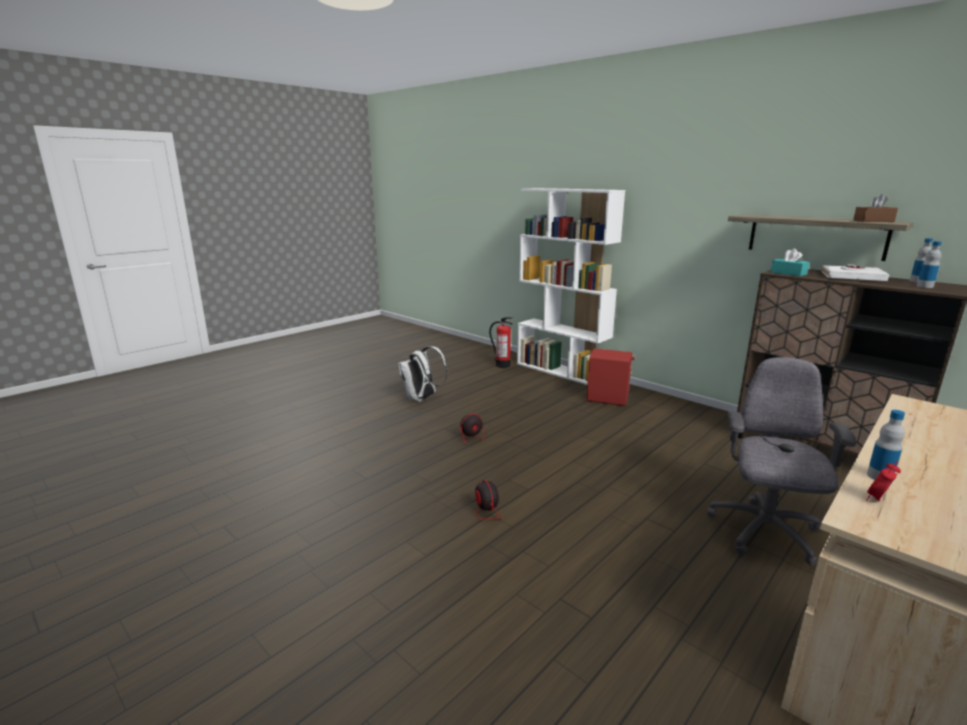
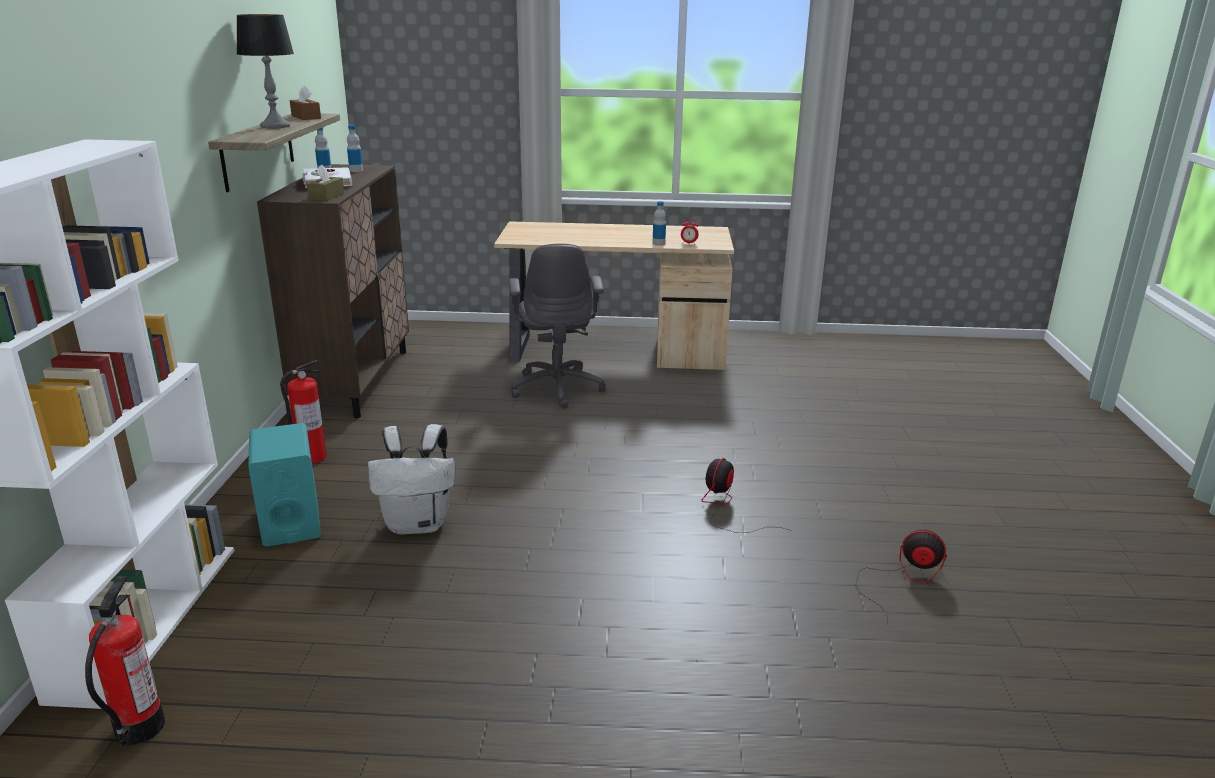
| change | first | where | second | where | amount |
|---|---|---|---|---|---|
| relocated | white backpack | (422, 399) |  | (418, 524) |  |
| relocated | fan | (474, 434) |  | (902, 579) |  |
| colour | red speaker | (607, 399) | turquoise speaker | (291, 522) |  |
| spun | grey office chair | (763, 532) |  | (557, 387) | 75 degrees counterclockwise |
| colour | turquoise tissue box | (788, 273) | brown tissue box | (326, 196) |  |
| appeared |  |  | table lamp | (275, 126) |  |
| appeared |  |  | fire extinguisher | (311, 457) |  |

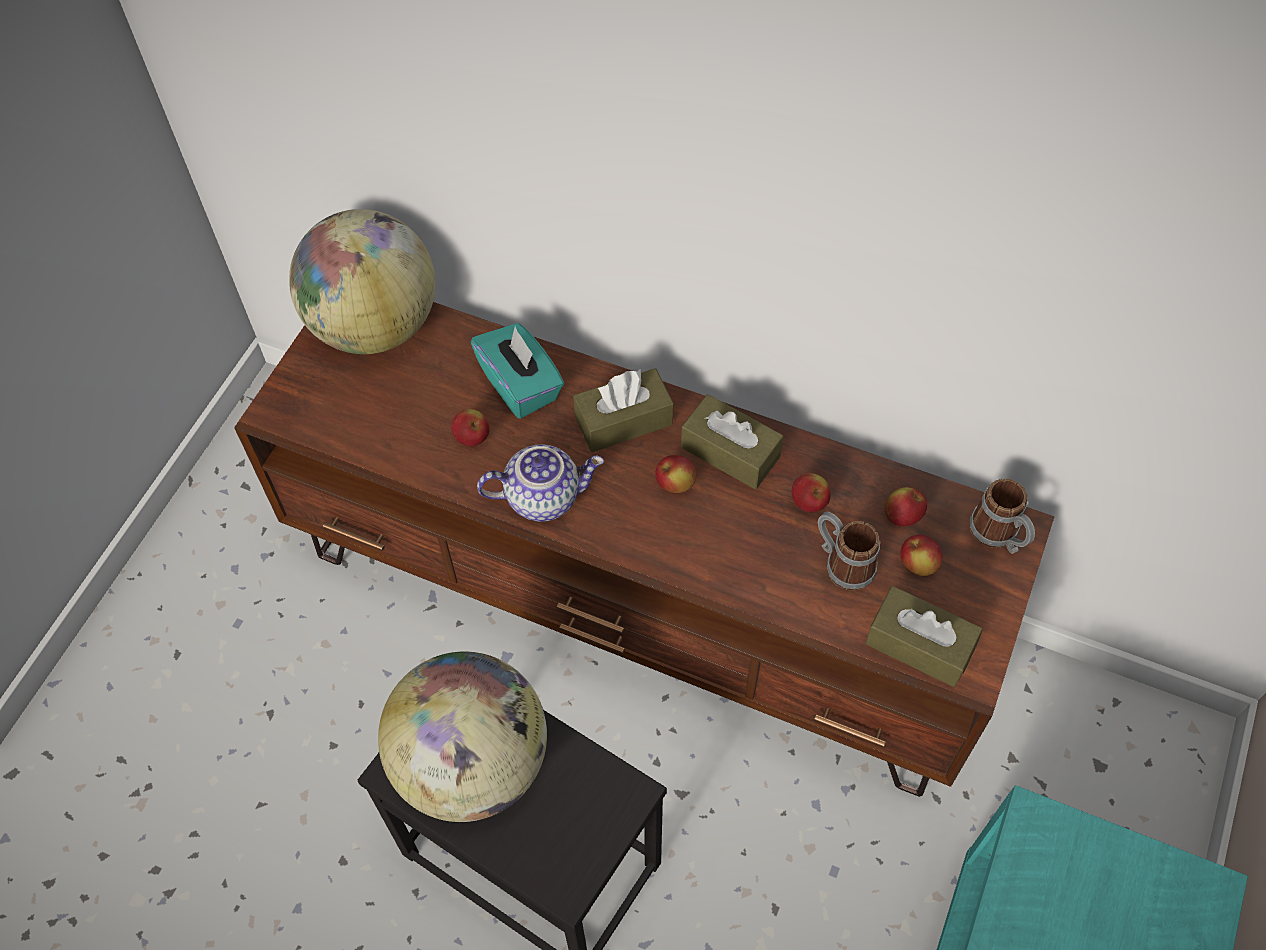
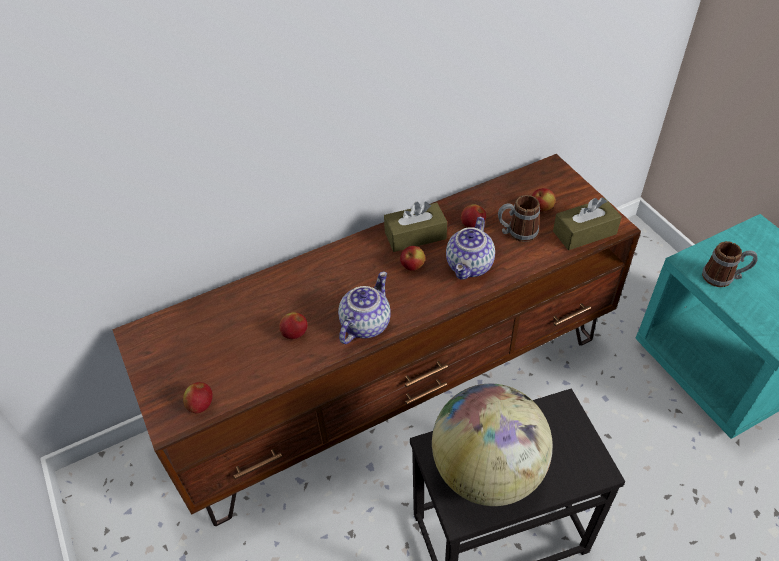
| change | first | where | second | where | amount |
|---|---|---|---|---|---|
| missing | globe | (374, 325) |  |  |  |
| missing | turquoise tissue box | (521, 385) |  |  |  |
| missing | brown tissue box | (623, 420) |  |  |  |
| relocated | apple | (902, 516) |  | (201, 405) |  |
| relocated | mug | (999, 536) |  | (723, 277) |  |
| appeared |  |  | teapot | (470, 266) |  |

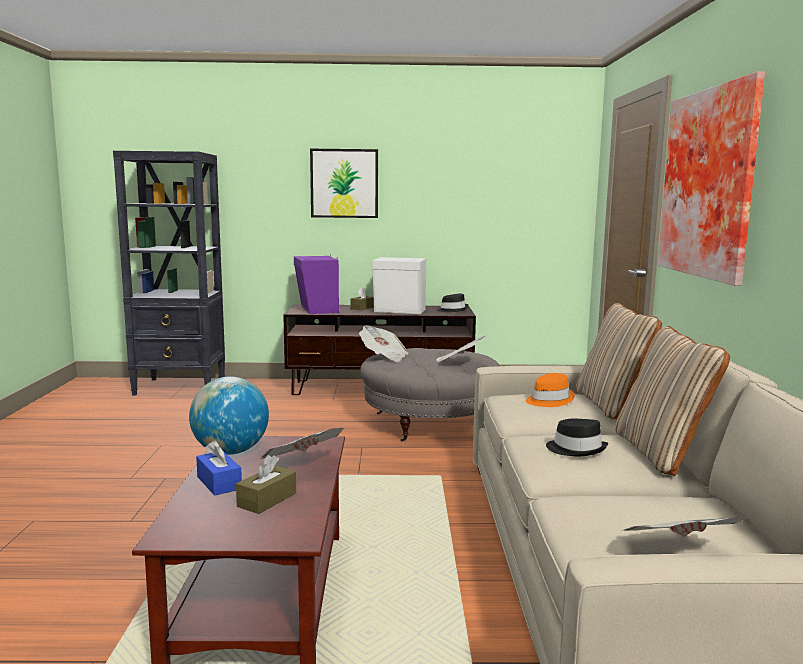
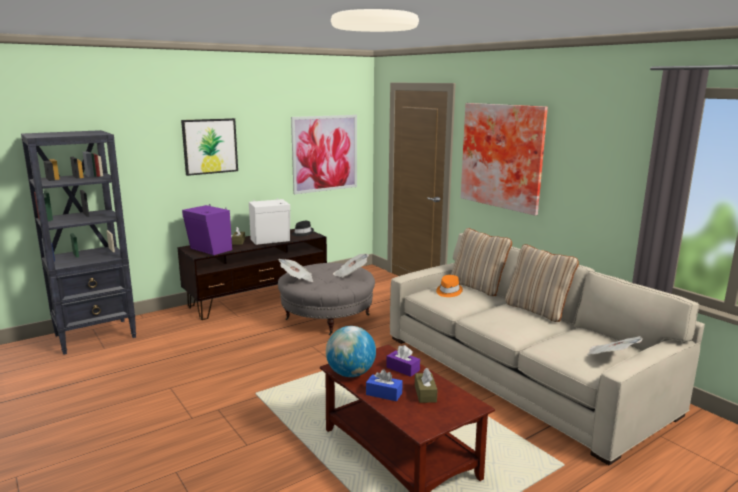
| change | first | where | second | where | amount |
|---|---|---|---|---|---|
| exchanged | newspaper | (301, 465) | purple tissue box | (403, 369) |  |
| missing | black hat | (576, 449) |  |  |  |
| appeared |  |  | picture | (325, 153) |  |

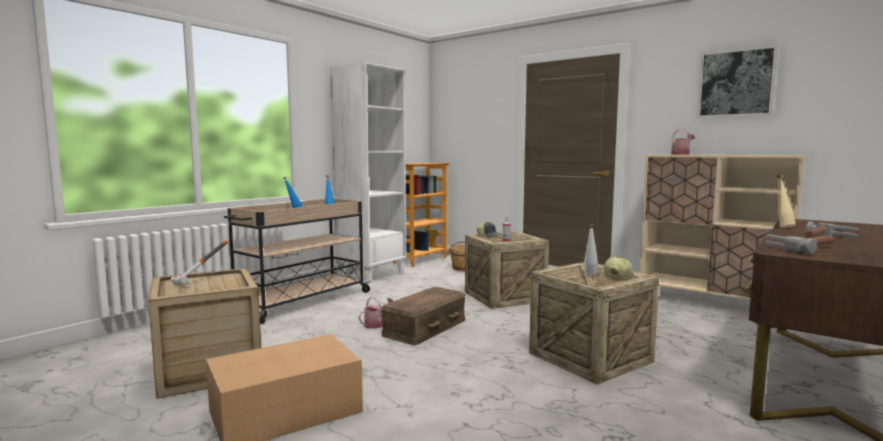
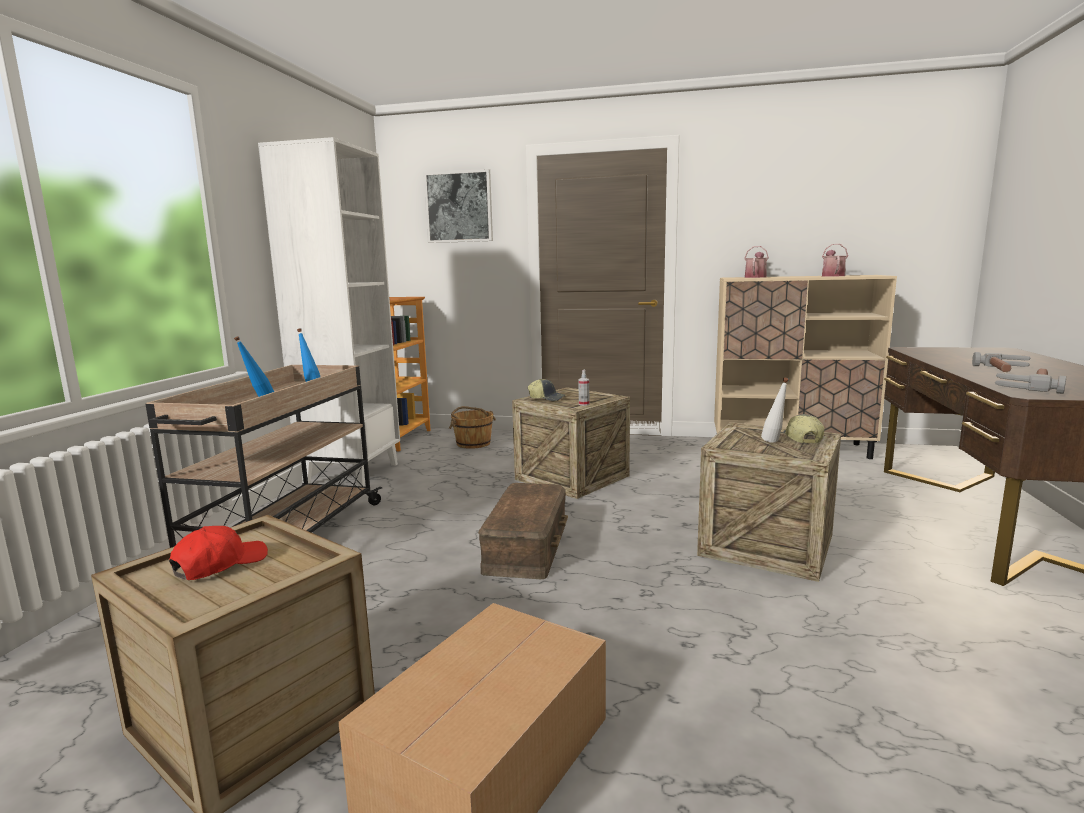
| change | first | where | second | where | amount |
|---|---|---|---|---|---|
| exchanged | hammer | (201, 282) | red cap | (220, 564) |  |
| relocated | watering can | (376, 324) |  | (832, 276) |  |
| relocated | picture | (736, 83) |  | (459, 207) |  |
| missing | beige bottle | (782, 227) |  |  |  |

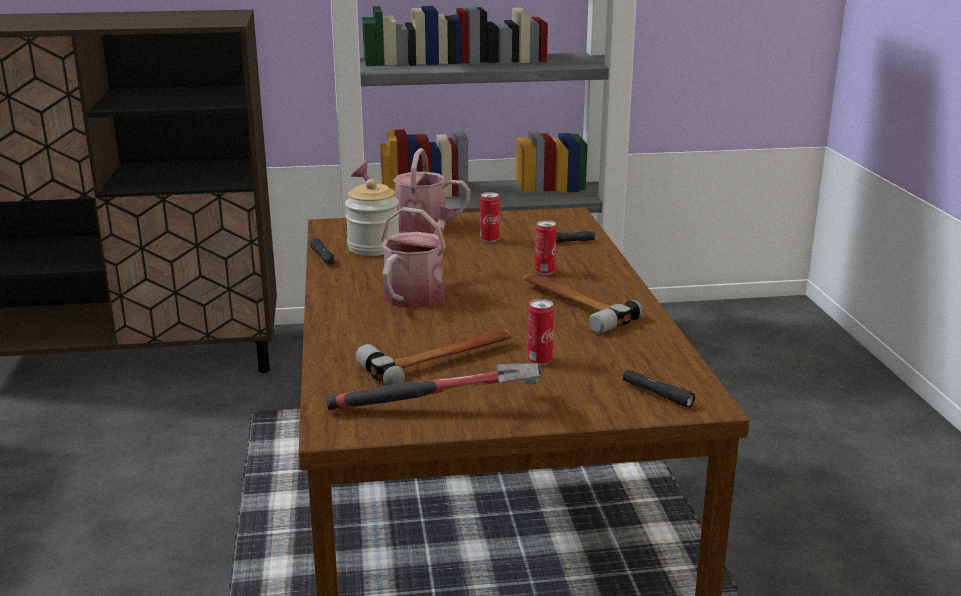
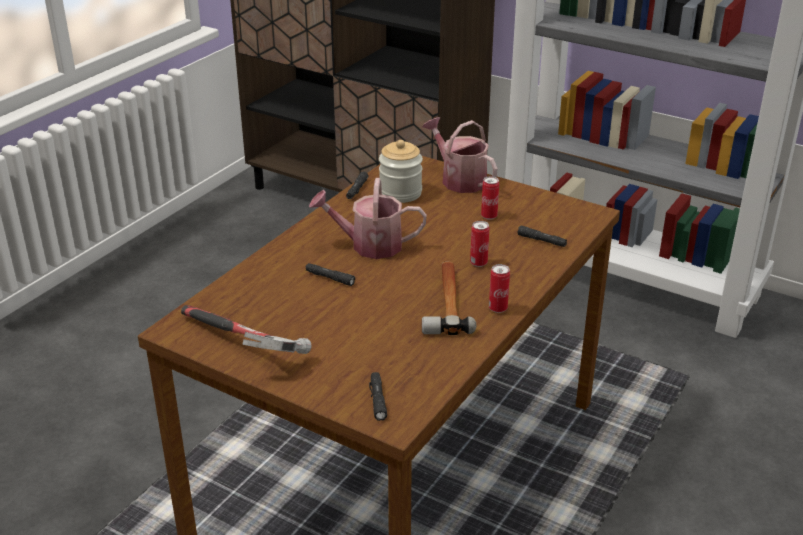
| change | first | where | second | where | amount |
|---|---|---|---|---|---|
| missing | hammer | (441, 360) |  |  |  |
| spun | watering can | (419, 292) |  | (369, 245) | 150 degrees counterclockwise |
| relocated | can | (539, 361) |  | (498, 308) |  |
| appeared |  |  | black flashlight | (329, 278) |  |

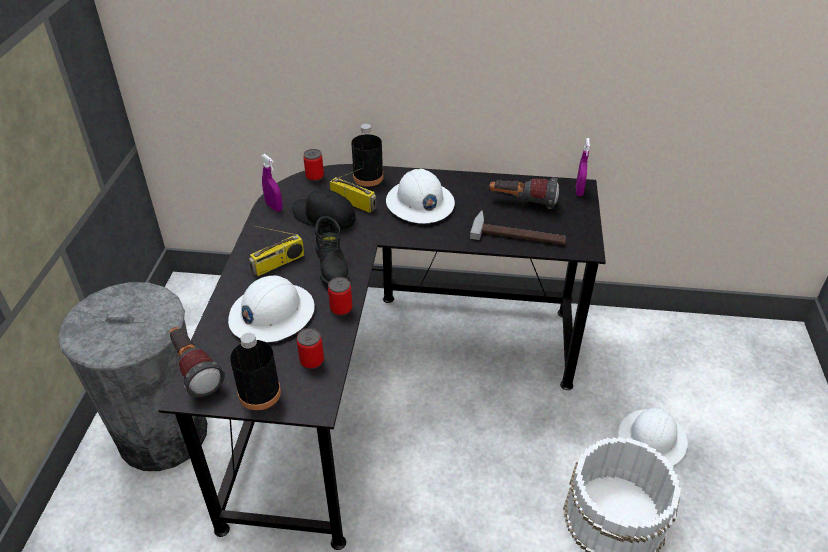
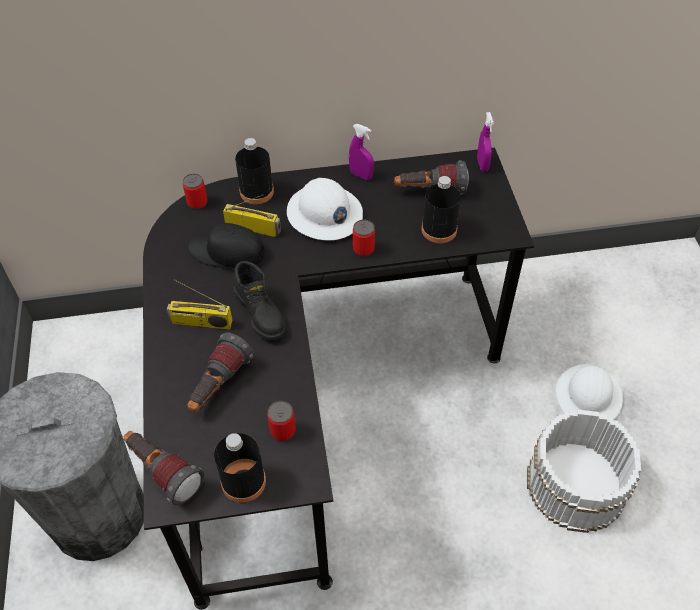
| change | first | where | second | where | amount |
|---|---|---|---|---|---|
| exchanged | white hard hat | (271, 314) | flashlight | (218, 386) |  |
| spun | radio | (278, 264) |  | (201, 322) | 60 degrees clockwise |
| relocated | purple spray bottle | (274, 207) |  | (361, 175) |  |
| relocated | can | (341, 308) |  | (363, 249) |  |
| exchanged | hammer | (519, 233) | black bottle | (439, 230) |  |

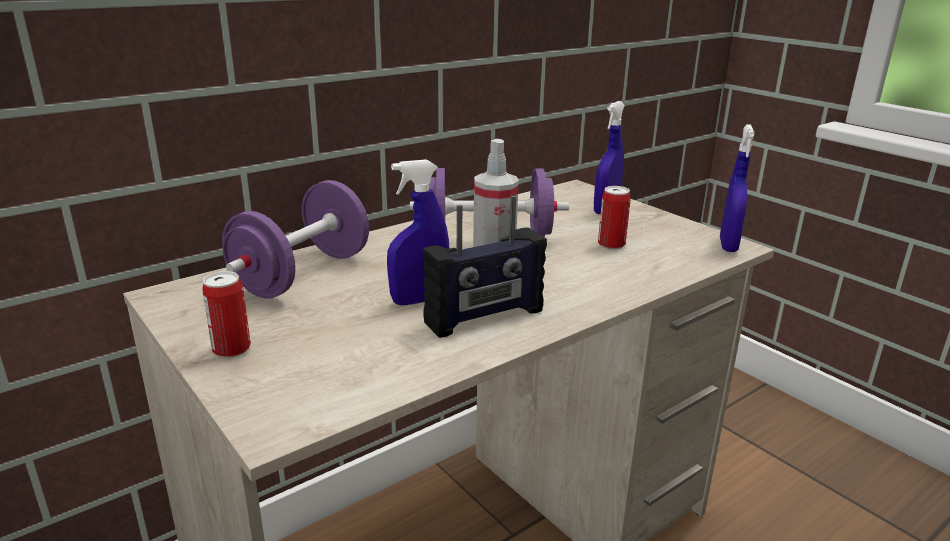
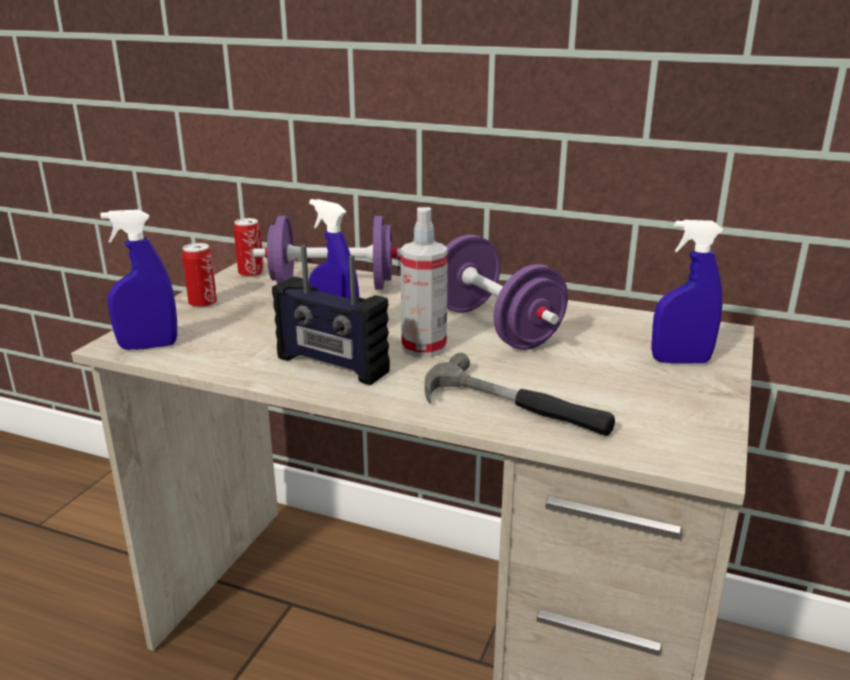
| change | first | where | second | where | amount |
|---|---|---|---|---|---|
| relocated | can | (611, 244) |  | (251, 273) |  |
| relocated | blue spray bottle | (728, 245) |  | (148, 346) |  |
| appeared |  |  | hammer | (514, 408) |  |

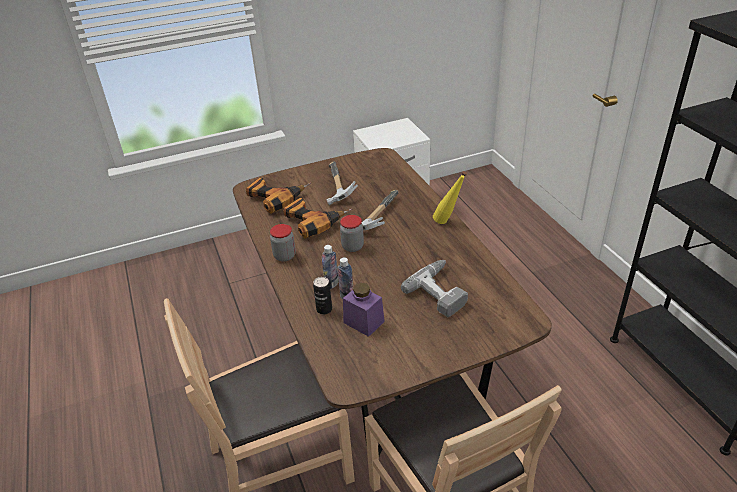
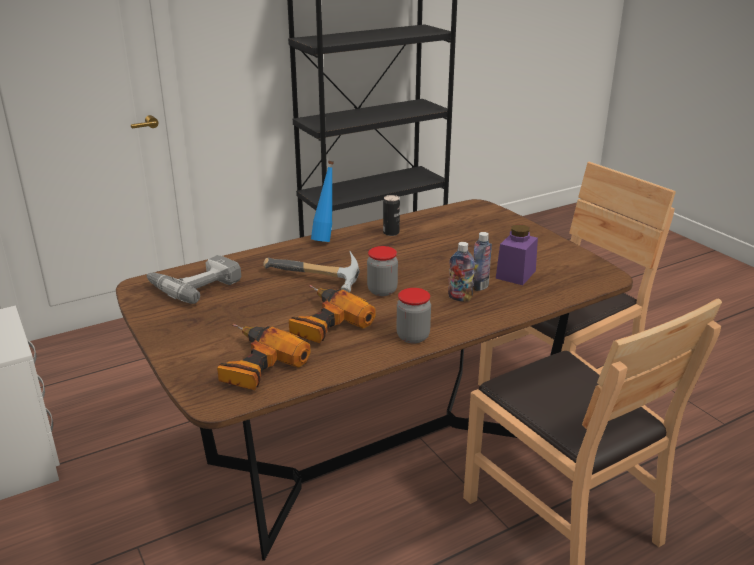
| change | first | where | second | where | amount |
|---|---|---|---|---|---|
| relocated | can | (324, 309) |  | (391, 233) |  |
| missing | hammer | (335, 188) |  |  |  |
| relocated | power drill | (441, 291) |  | (194, 285) |  |
| colour | yellow bottle | (448, 223) | blue bottle | (325, 239) |  |

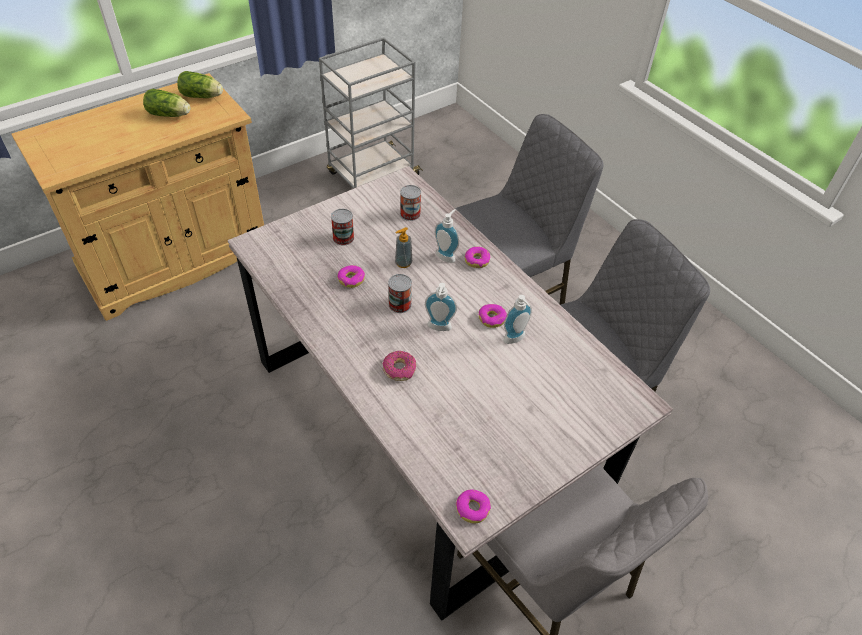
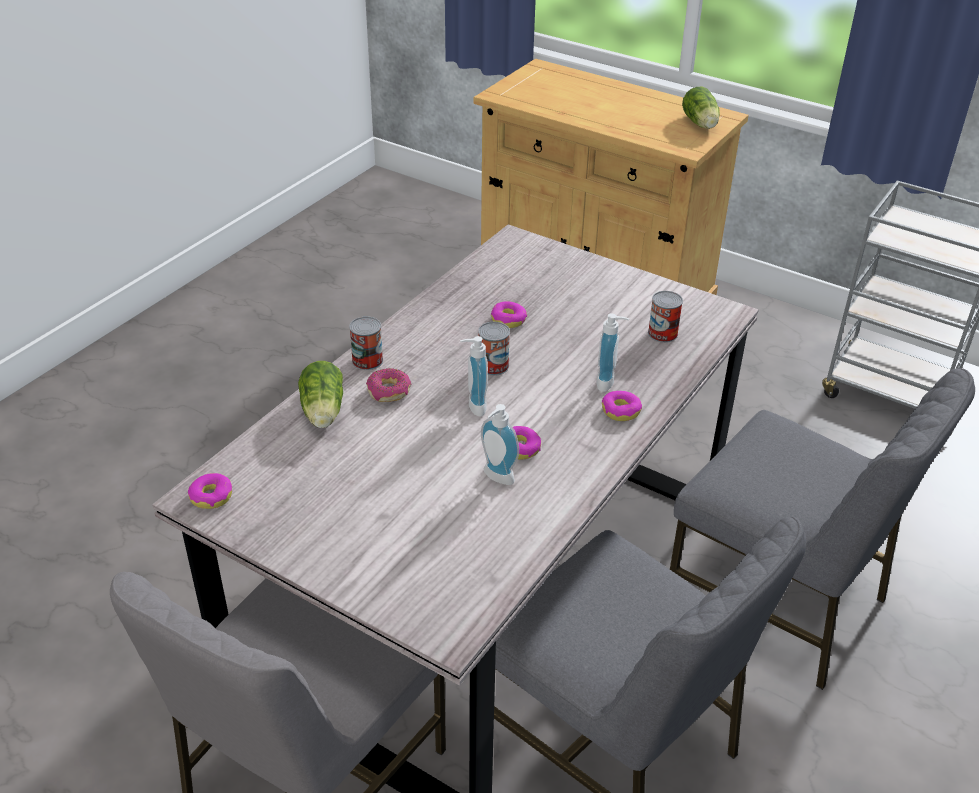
| change | first | where | second | where | amount |
|---|---|---|---|---|---|
| relocated | lettuce | (170, 115) |  | (323, 413) |  |
| relocated | can | (343, 238) |  | (367, 360) |  |
| missing | soap dispenser | (403, 263) |  |  |  |

